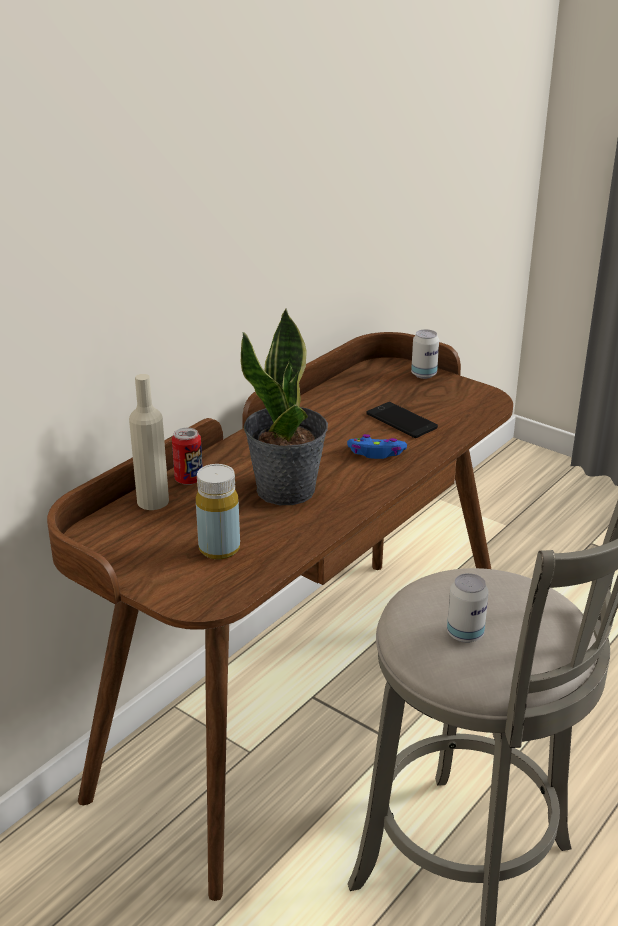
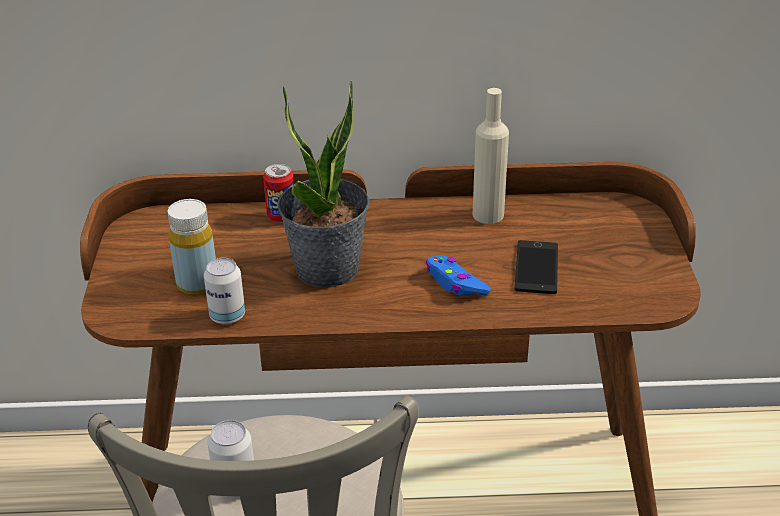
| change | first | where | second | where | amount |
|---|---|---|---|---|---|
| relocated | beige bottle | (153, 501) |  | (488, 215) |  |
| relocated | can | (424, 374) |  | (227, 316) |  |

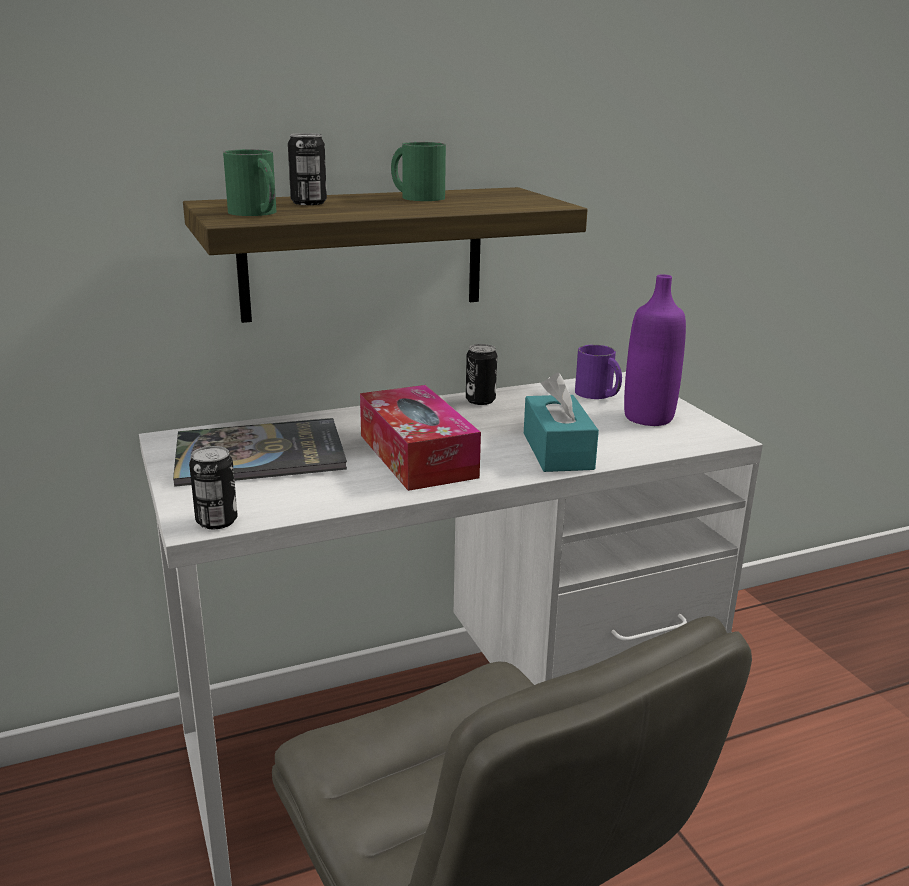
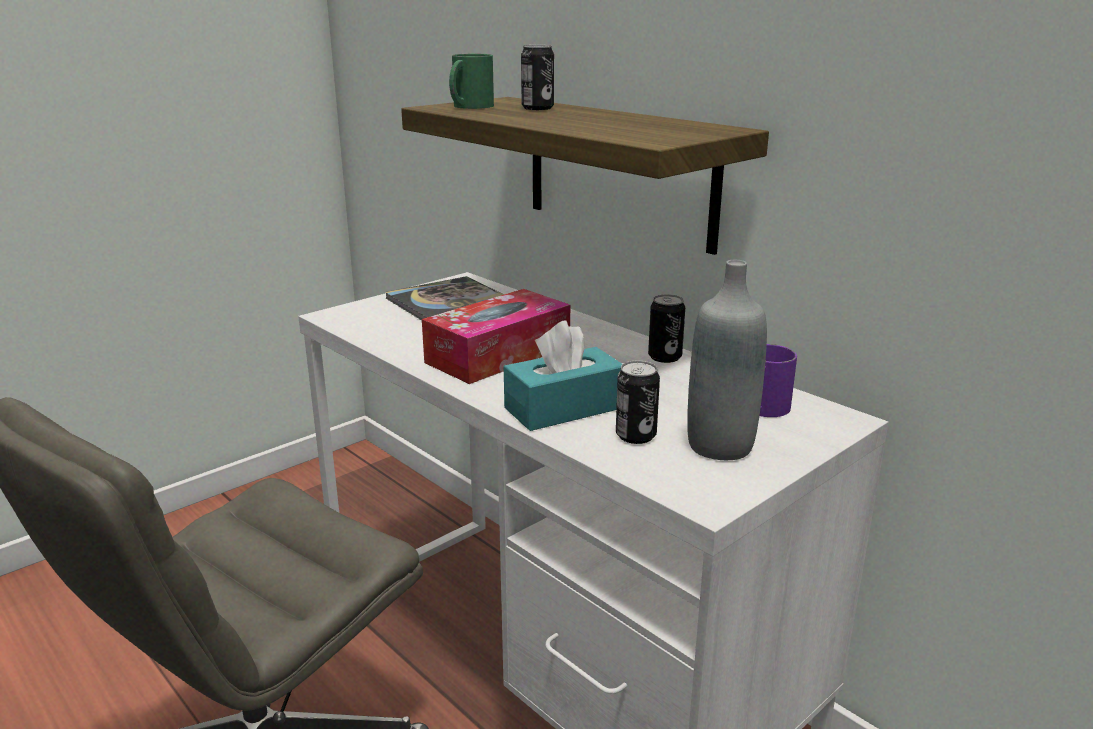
| change | first | where | second | where | amount |
|---|---|---|---|---|---|
| relocated | can | (216, 521) |  | (635, 435) |  |
| missing | green mug | (416, 197) |  |  |  |
| colour | purple bottle | (648, 417) | grey bottle | (720, 446) |  |

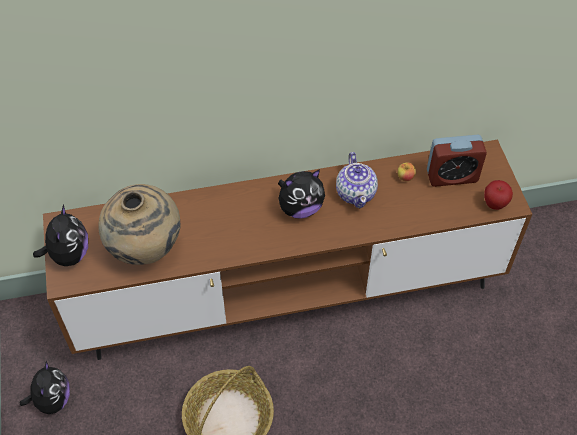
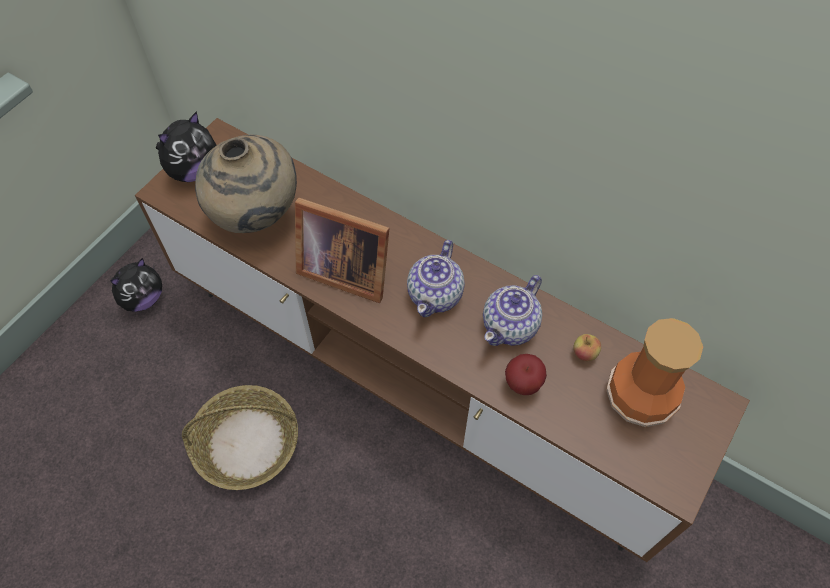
| change | first | where | second | where | amount |
|---|---|---|---|---|---|
| exchanged | plush toy | (300, 208) | teapot | (436, 294) |  |
| exchanged | alarm clock | (452, 176) | vase | (640, 396) |  |
| relocated | apple | (494, 204) |  | (522, 384) |  |
| appeared |  |  | picture frame | (343, 269) |  |

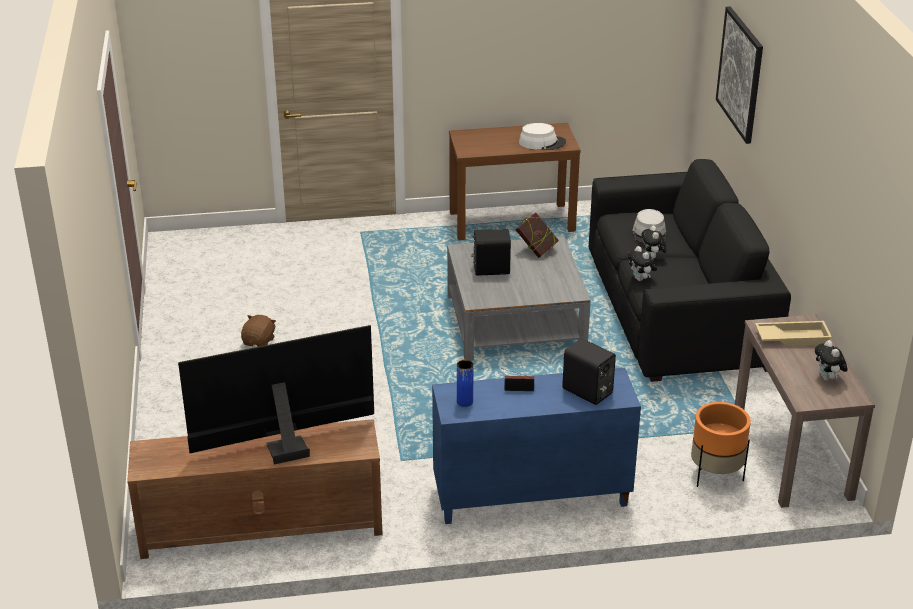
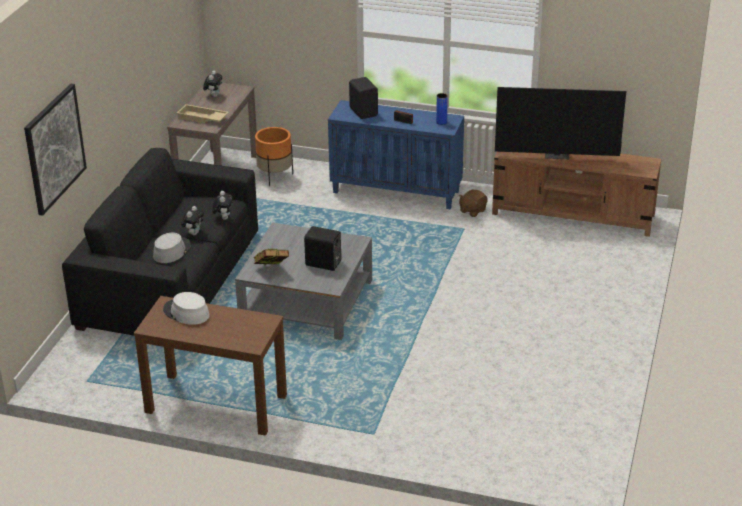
| change | first | where | second | where | amount |
|---|---|---|---|---|---|
| relocated | brown plush toy | (259, 342) |  | (472, 211) |  |

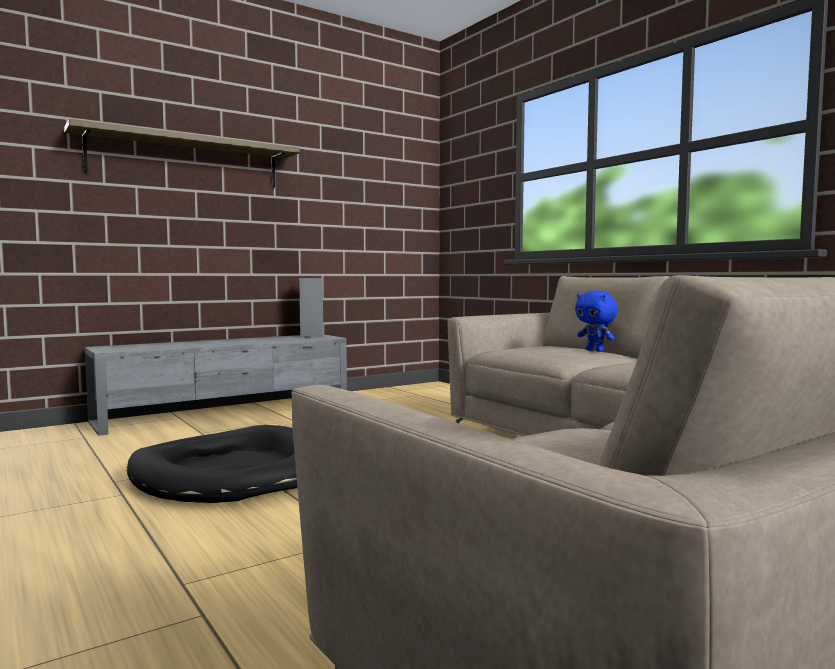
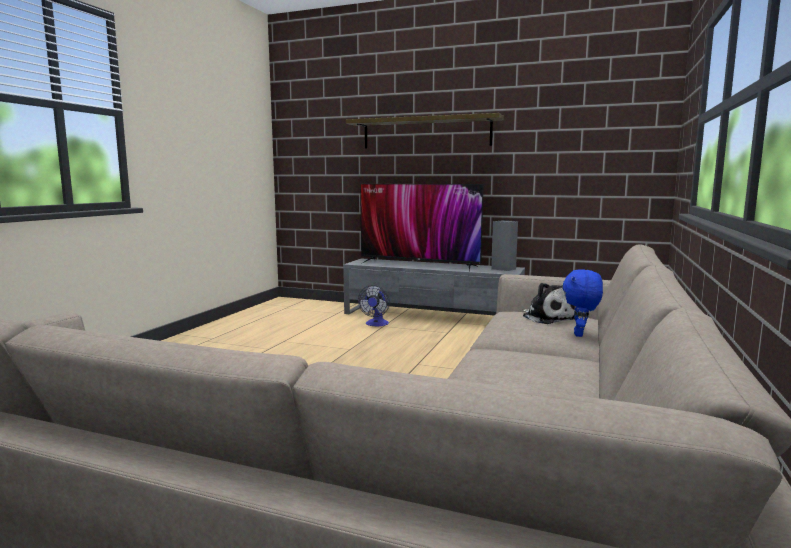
| change | first | where | second | where | amount |
|---|---|---|---|---|---|
| missing | black dog bed | (231, 473) |  |  |  |
| appeared |  |  | fan | (376, 324) |  |
| appeared |  |  | television | (419, 264) |  |
| appeared |  |  | plush toy | (549, 318) |  |

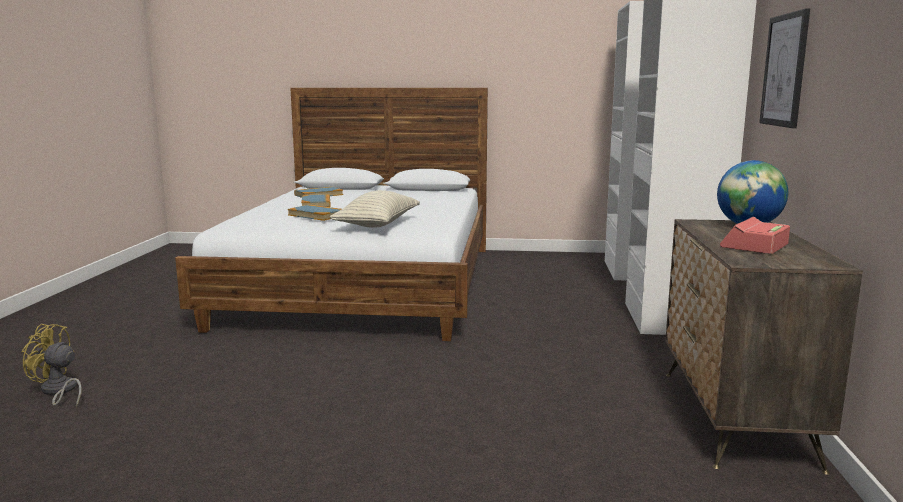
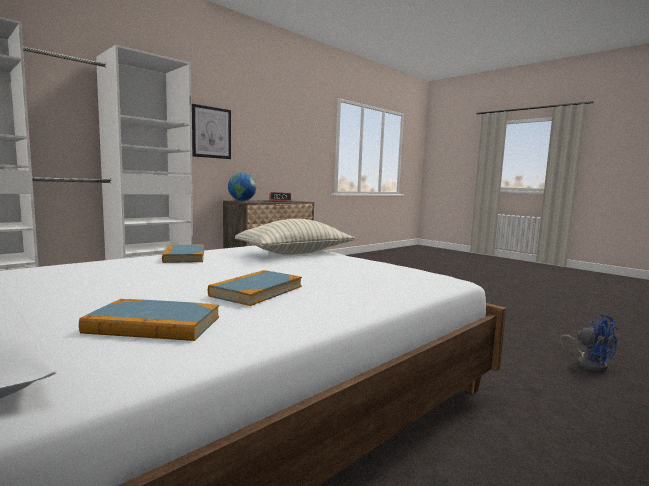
| change | first | where | second | where | amount |
|---|---|---|---|---|---|
| colour | yellow fan | (59, 391) | blue fan | (589, 364) |  |
| relocated | book | (316, 215) |  | (184, 256) |  |

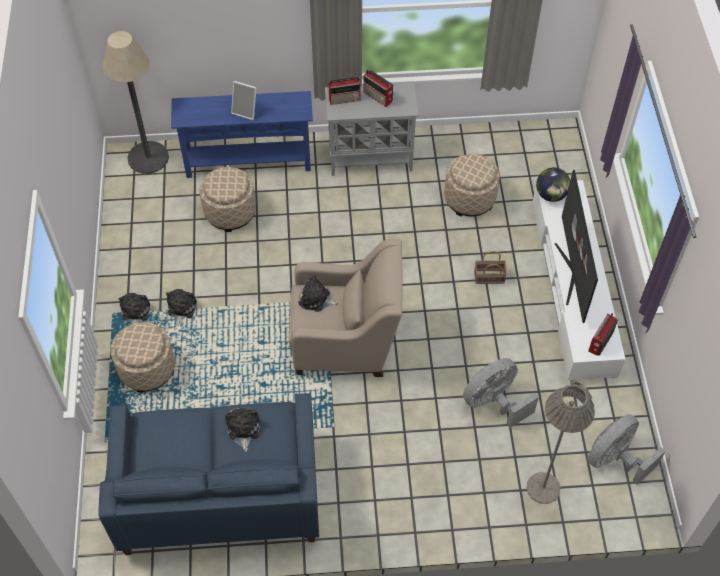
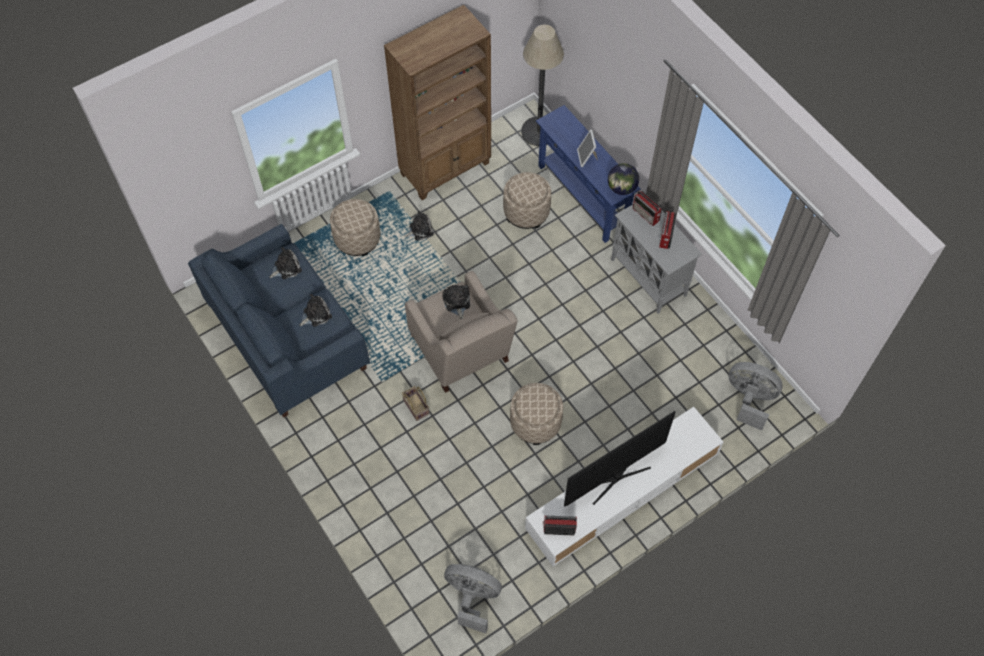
| change | first | where | second | where | amount |
|---|---|---|---|---|---|
| relocated | plush toy | (135, 313) |  | (286, 267) |  |
| relocated | beige ottoman | (469, 199) |  | (535, 422) |  |
| relocated | grey fan | (494, 402) |  | (749, 399) |  |
| relocated | basket | (488, 278) |  | (415, 407) |  |
| missing | grey floor lamp | (543, 488) |  |  |  |
| relocated | globe | (551, 195) |  | (621, 188) |  |
| appeared |  |  | brown bookcase | (446, 168) |  |

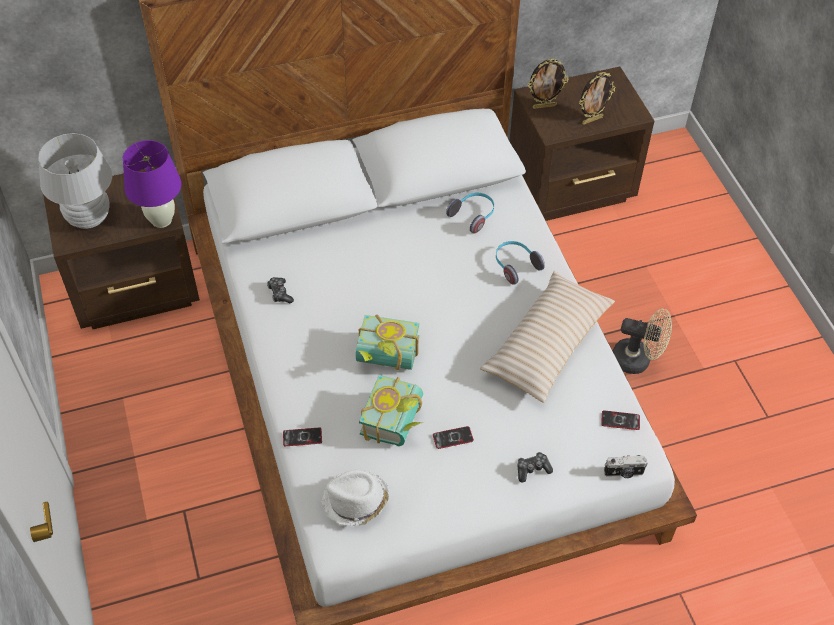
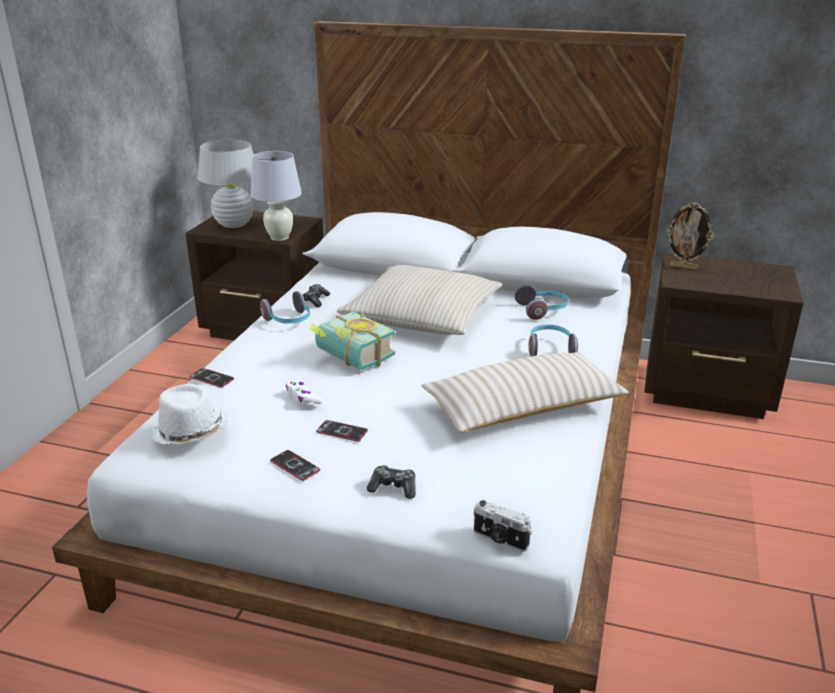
| change | first | where | second | where | amount |
|---|---|---|---|---|---|
| colour | purple table lamp | (161, 220) | white table lamp | (279, 237) |  |
| exchanged | book | (398, 421) | white game controller | (303, 398) |  |
| missing | picture frame | (592, 120) |  |  |  |
| relocated | phone | (620, 420) |  | (295, 466) |  |
| missing | beige fan | (637, 360) |  |  |  |
| appeared |  |  | headphones | (289, 321) |  |
| appeared |  |  | beige pillow | (422, 316) |  |

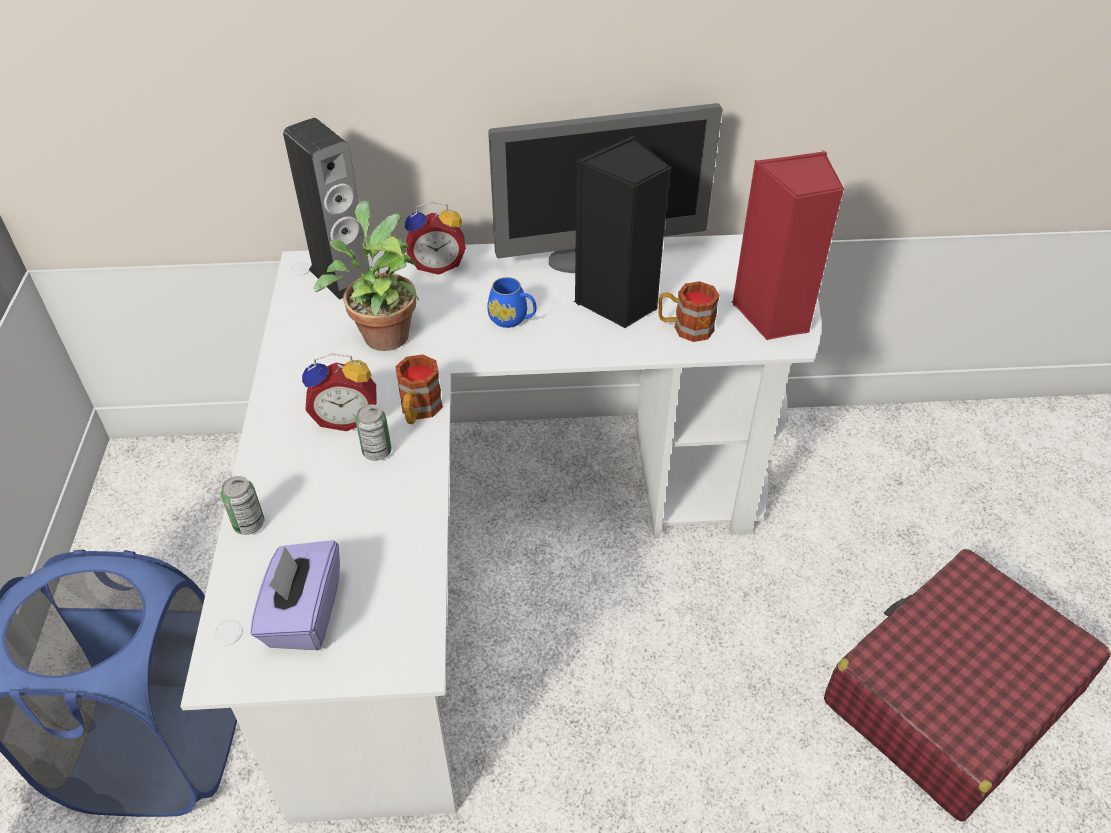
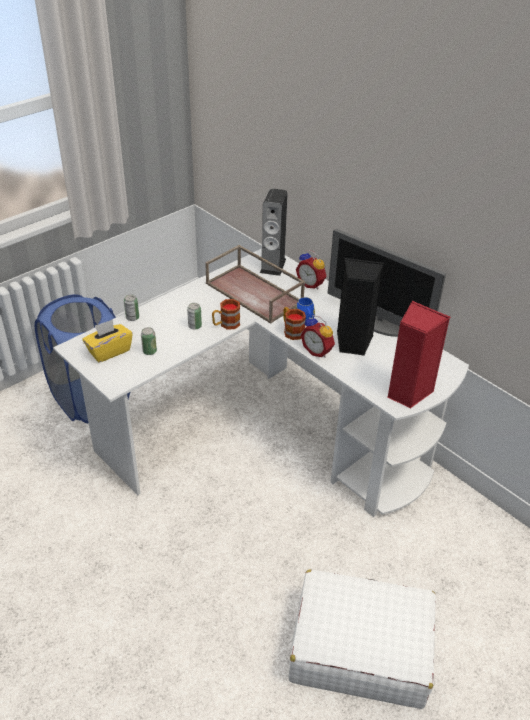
| change | first | where | second | where | amount |
|---|---|---|---|---|---|
| colour | purple tissue box | (303, 614) | yellow tissue box | (109, 351) |  |
| relocated | alarm clock | (346, 417) |  | (318, 351) |  |
| exchanged | potted plant | (383, 333) | brown tray | (255, 293) |  |
| relocated | mug | (685, 328) |  | (291, 331) |  |
| colour | red suitcase | (950, 696) | white suitcase | (359, 648) |  |
| appeared |  |  | can | (149, 351) |  |

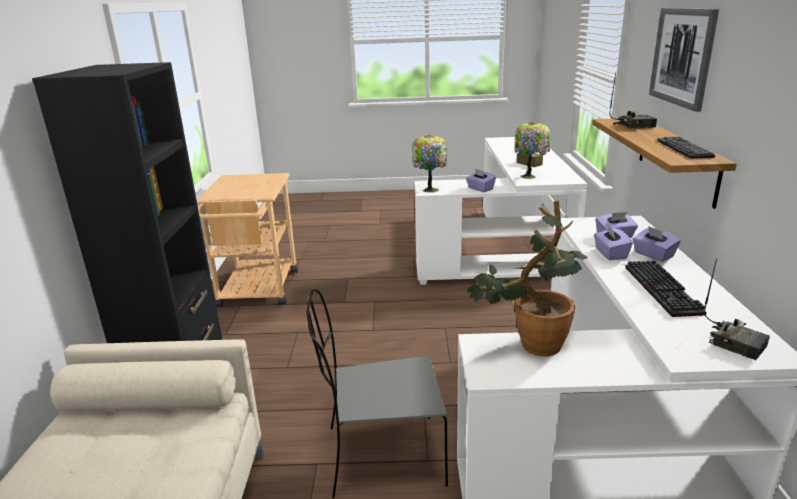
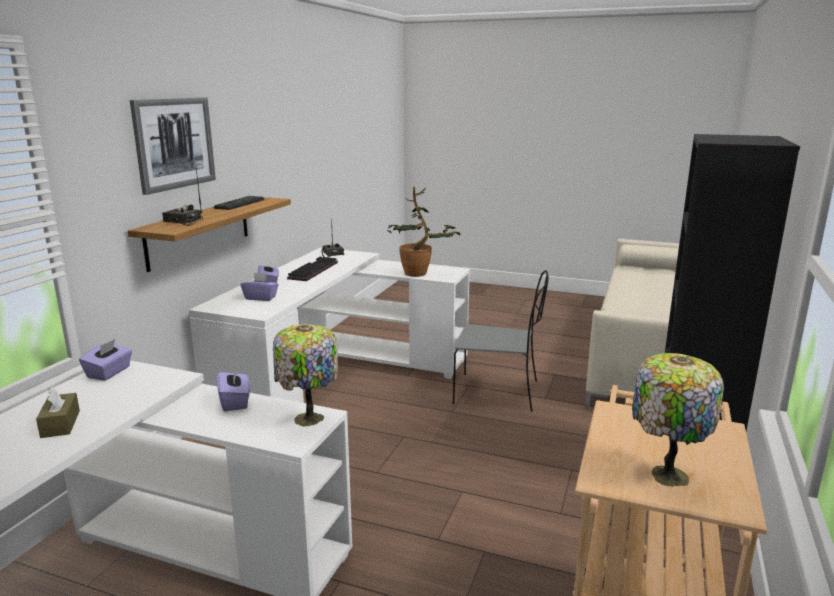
| change | first | where | second | where | amount |
|---|---|---|---|---|---|
| relocated | table lamp | (529, 176) |  | (666, 474) |  |
| relocated | purple tissue box | (610, 254) |  | (109, 373) |  |

